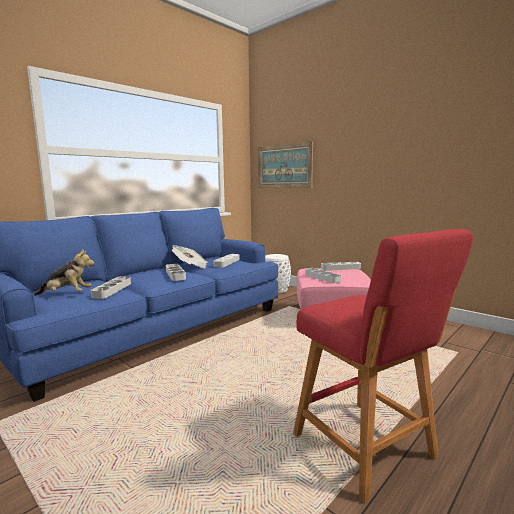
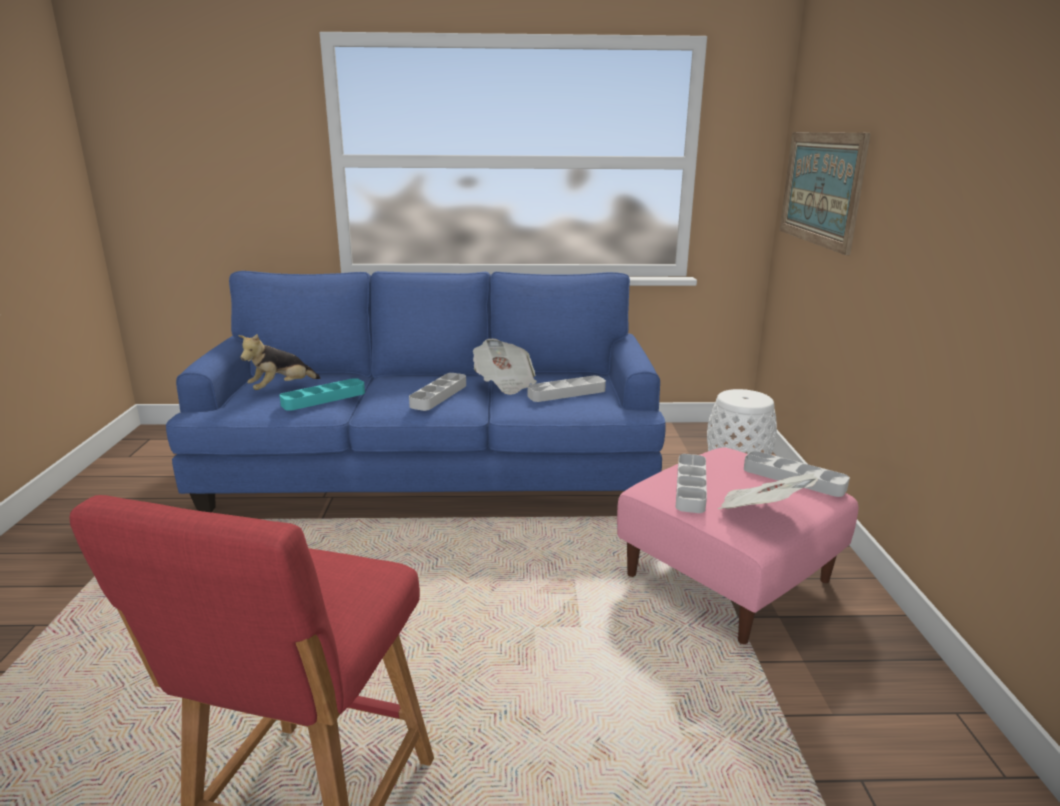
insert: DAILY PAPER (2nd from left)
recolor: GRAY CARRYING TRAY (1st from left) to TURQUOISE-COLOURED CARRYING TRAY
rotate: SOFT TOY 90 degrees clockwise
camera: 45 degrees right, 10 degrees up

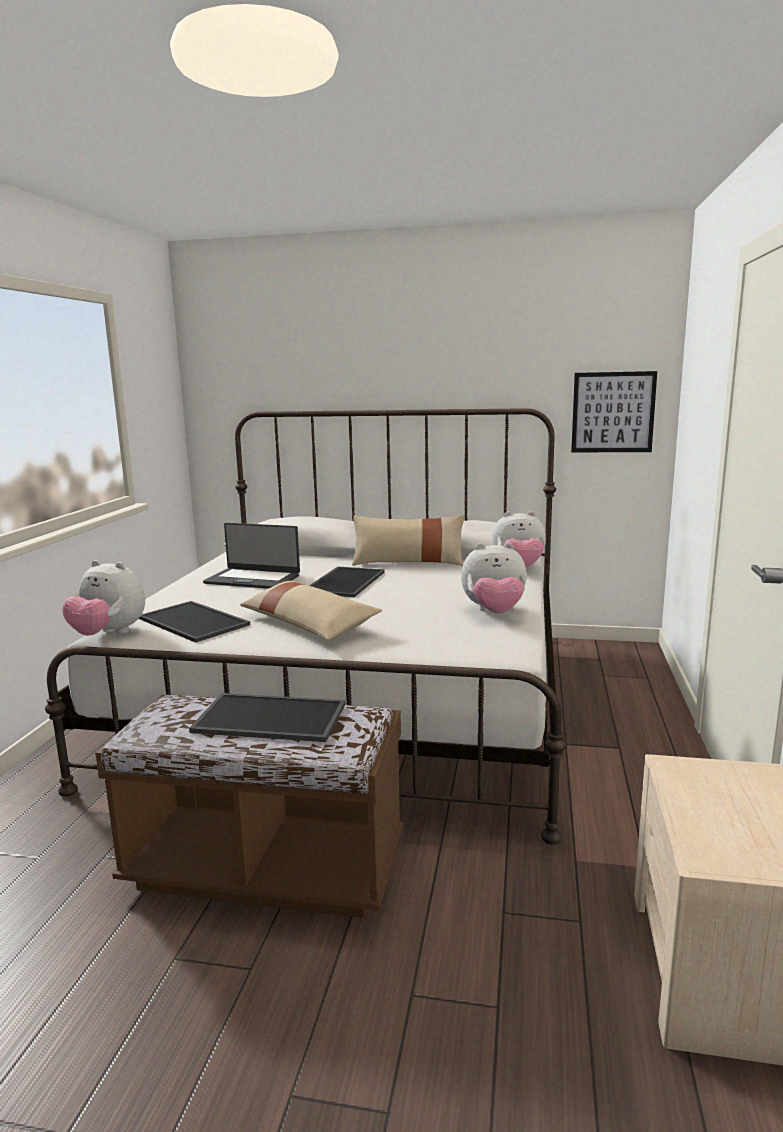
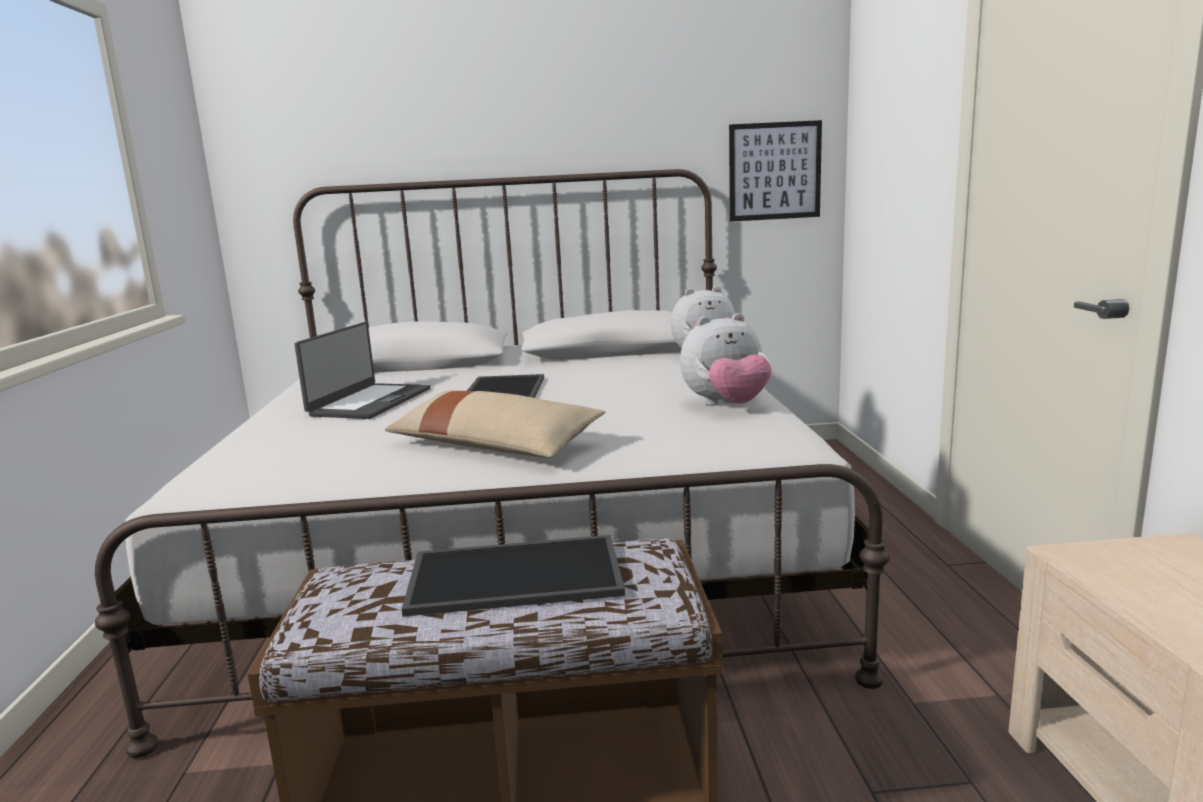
delete: BEIGE PILLOW (2nd from left); SOFT TOY (1st from left); CARRYING TRAY (1st from left)
rotate: NOTEBOOK COMPUTER 75 degrees counterclockwise
camera: 15 degrees left, 0 degrees up

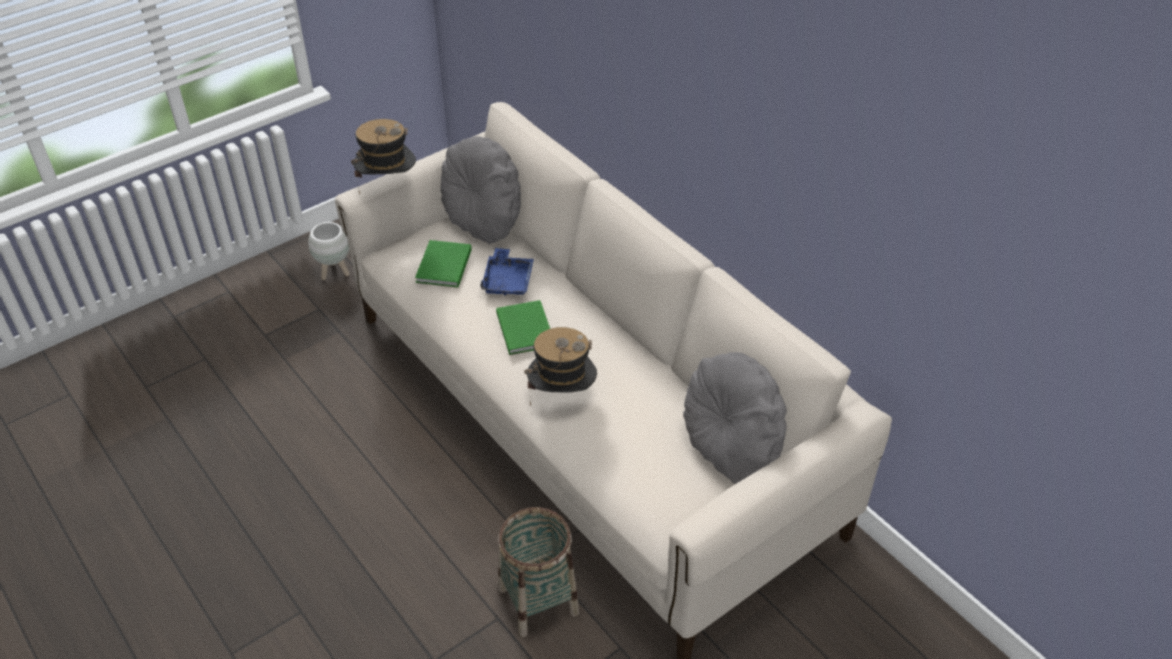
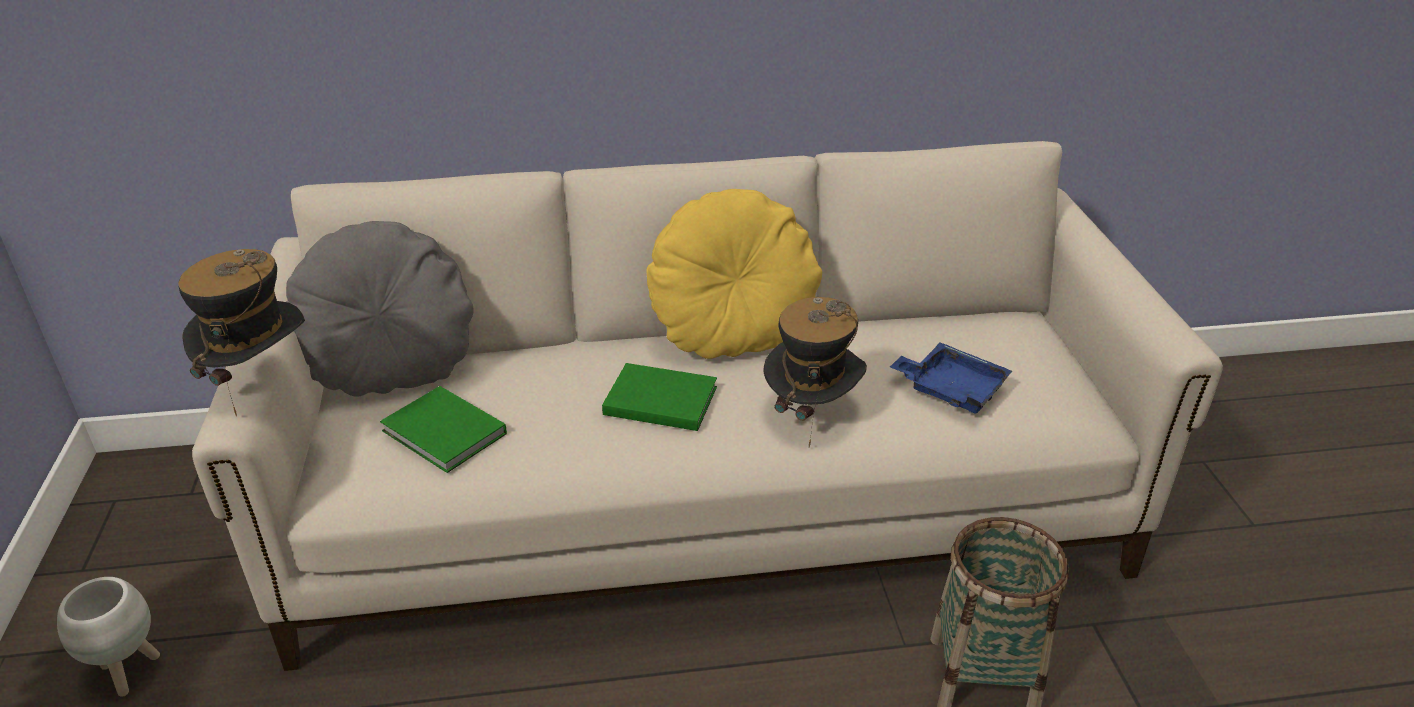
delete: GRAY PILLOW (2nd from left)
insert: YELLOWISH PILLOW
move: BLUE CARRYING TRAY
camera: 60 degrees left, 10 degrees down

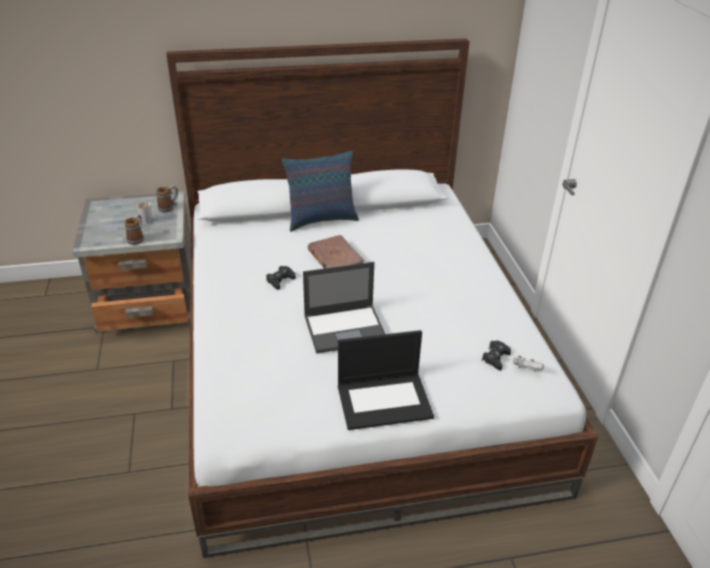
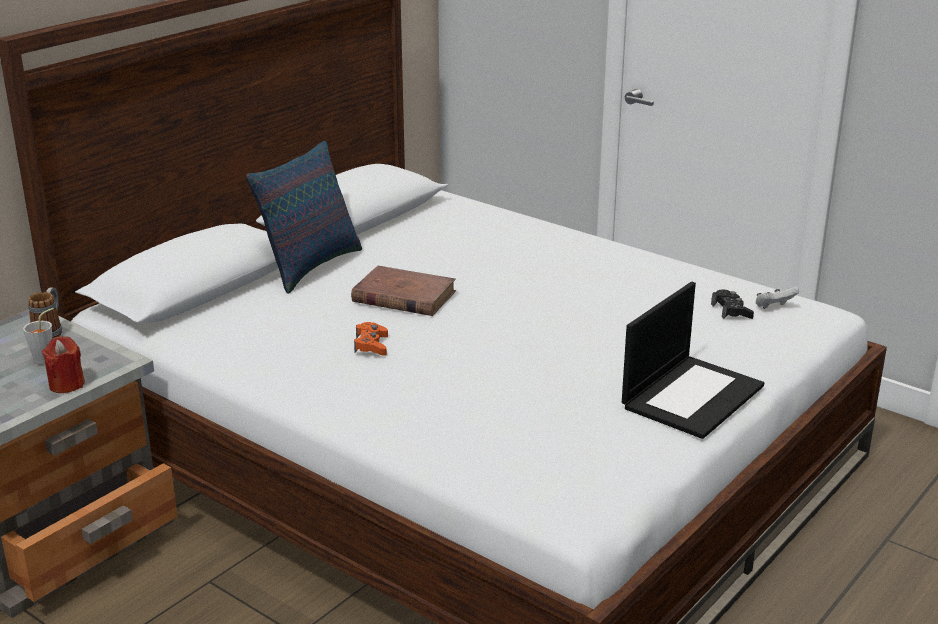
delete: NOTEBOOK COMPUTER (1st from left)
replace: MUG (1st from left) to REDDISH WAX LIGHT
recolor: BLACK GAMEPAD (1st from left) to ORANGEY GAMEPAD
camera: 40 degrees left, 10 degrees down

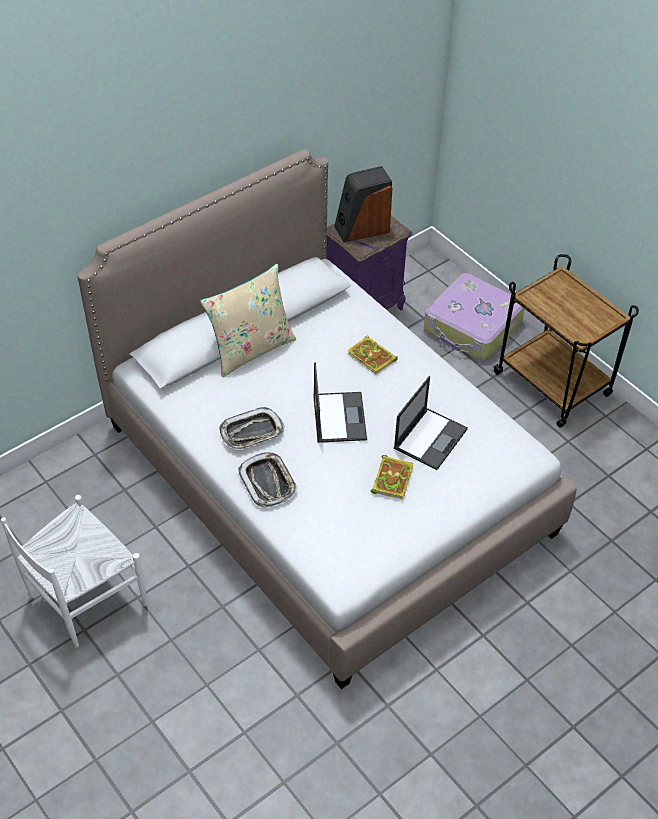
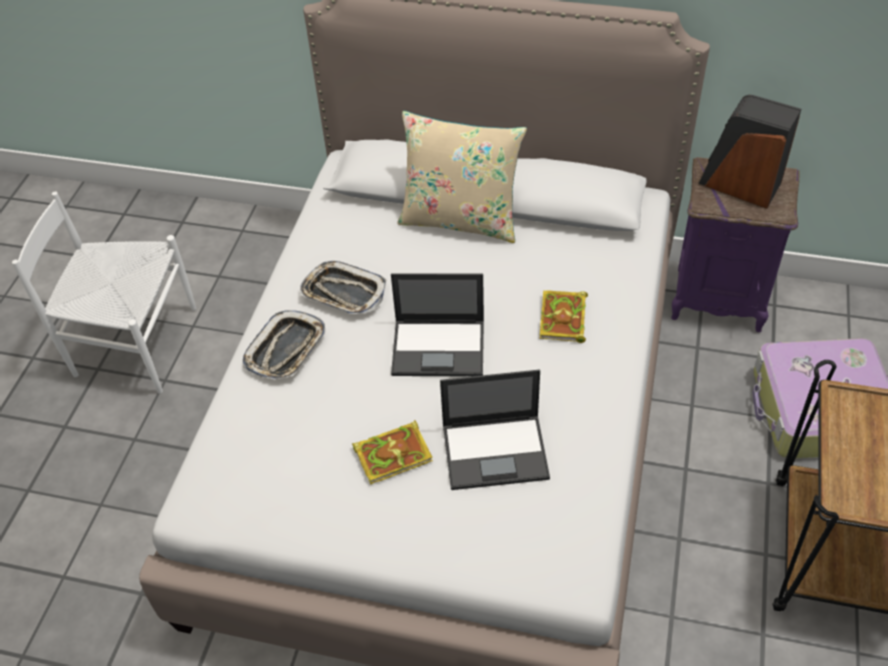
rotate: NOTEBOOK COMPUTER (1st from left) 45 degrees clockwise
camera: 55 degrees right, 0 degrees up

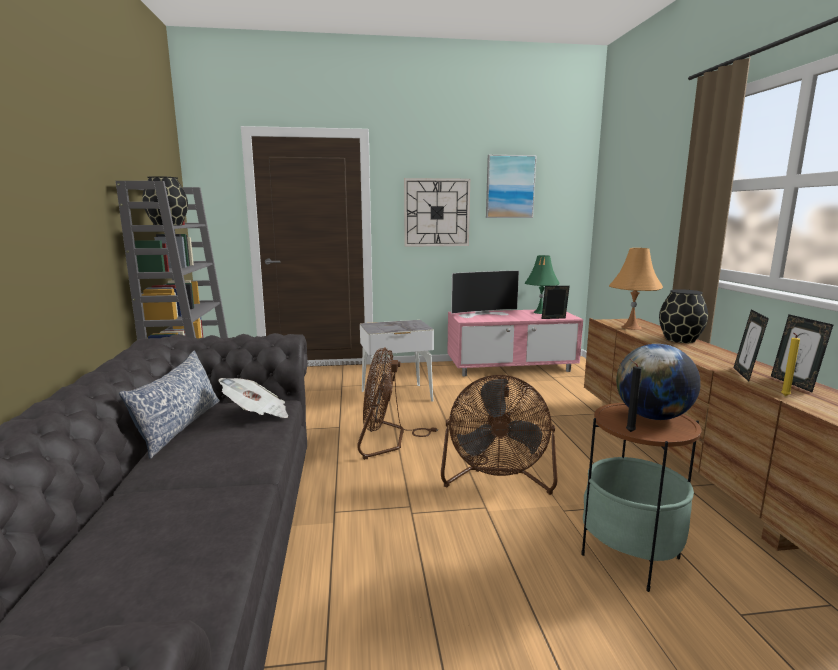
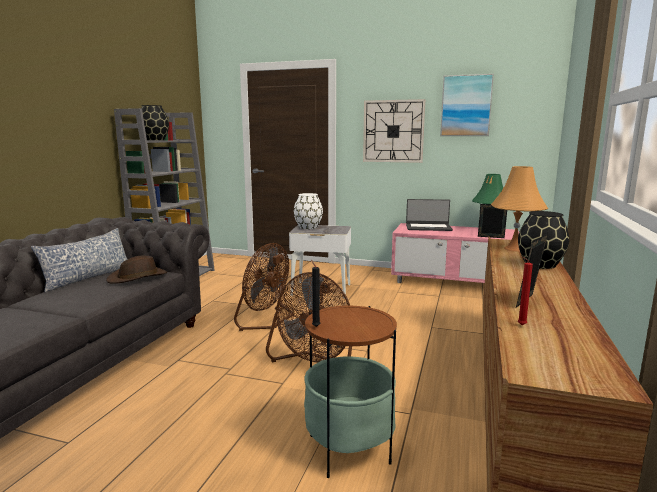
delete: PICTURE FRAME (3rd from left); WORLD GLOBE
insert: WHITISH FLOWER VASE
replace: TV SET to NOTEBOOK COMPUTER; DAILY PAPER to BROWN-COLOURED HAT
recolor: YELLOWISH WAX LIGHT to REDDISH WAX LIGHT
camera: 25 degrees right, 0 degrees up

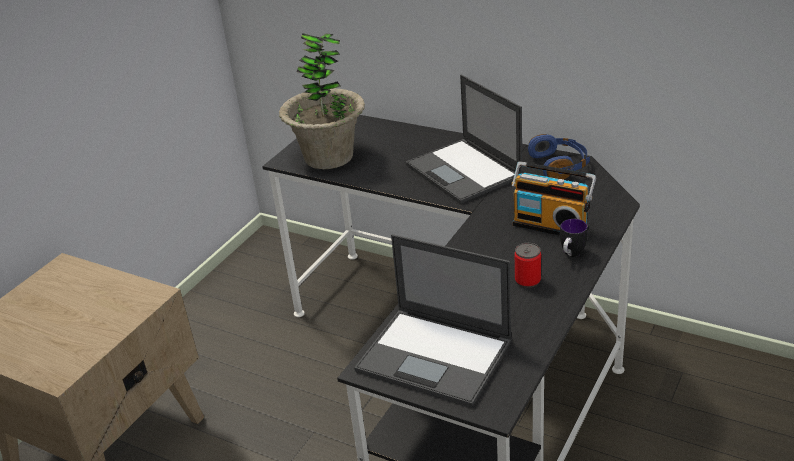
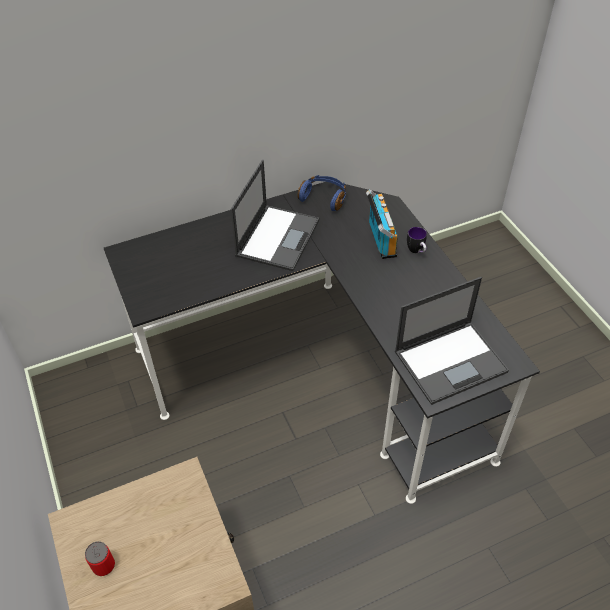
delete: HOUSEPLANT
move: CAN
rotate: NOTEBOOK COMPUTER (2nd from left in the first image) 75 degrees counterclockwise; RADIO SET 75 degrees counterclockwise
camera: 55 degrees left, 15 degrees up

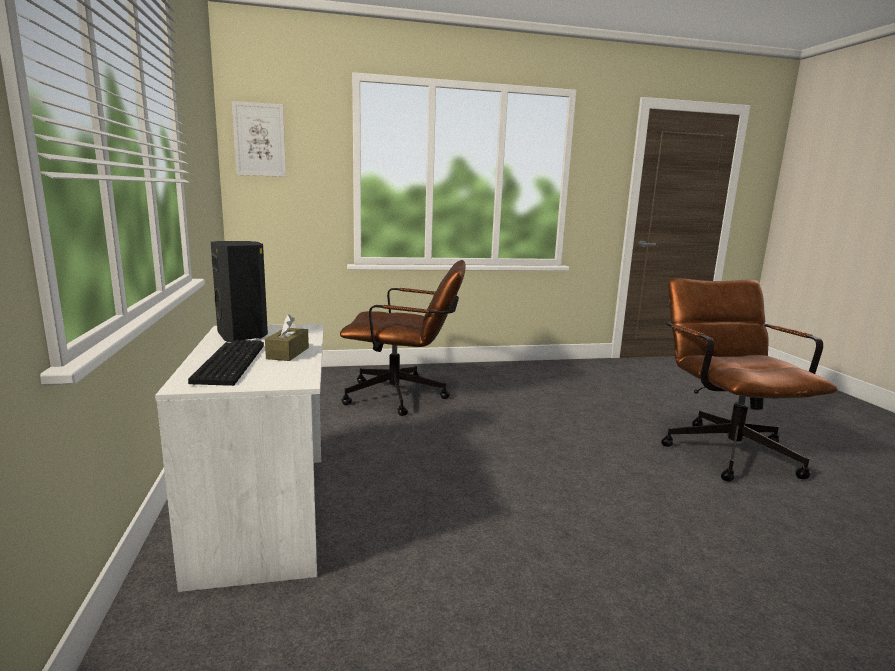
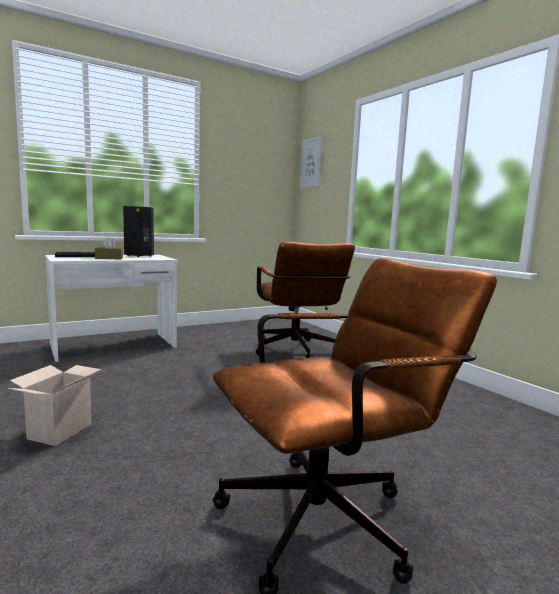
insert: PACKING BOX
camera: 70 degrees right, 5 degrees down

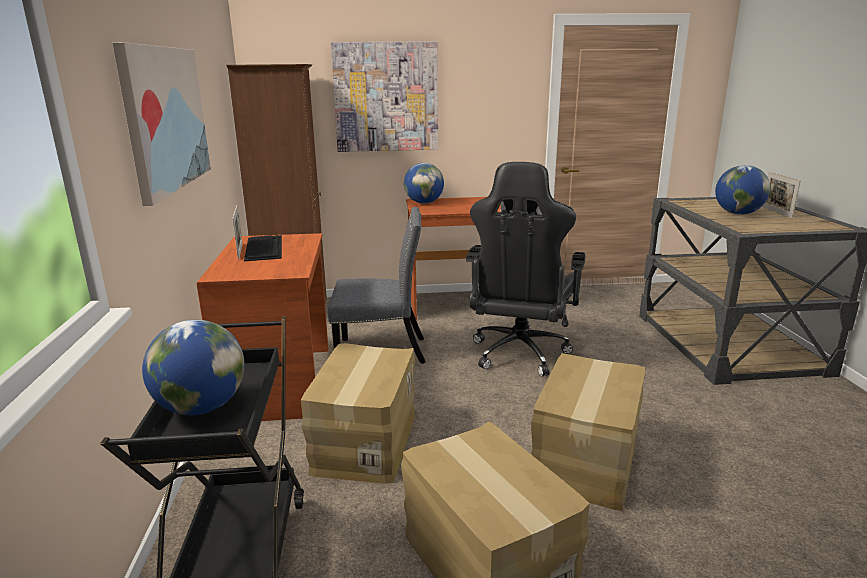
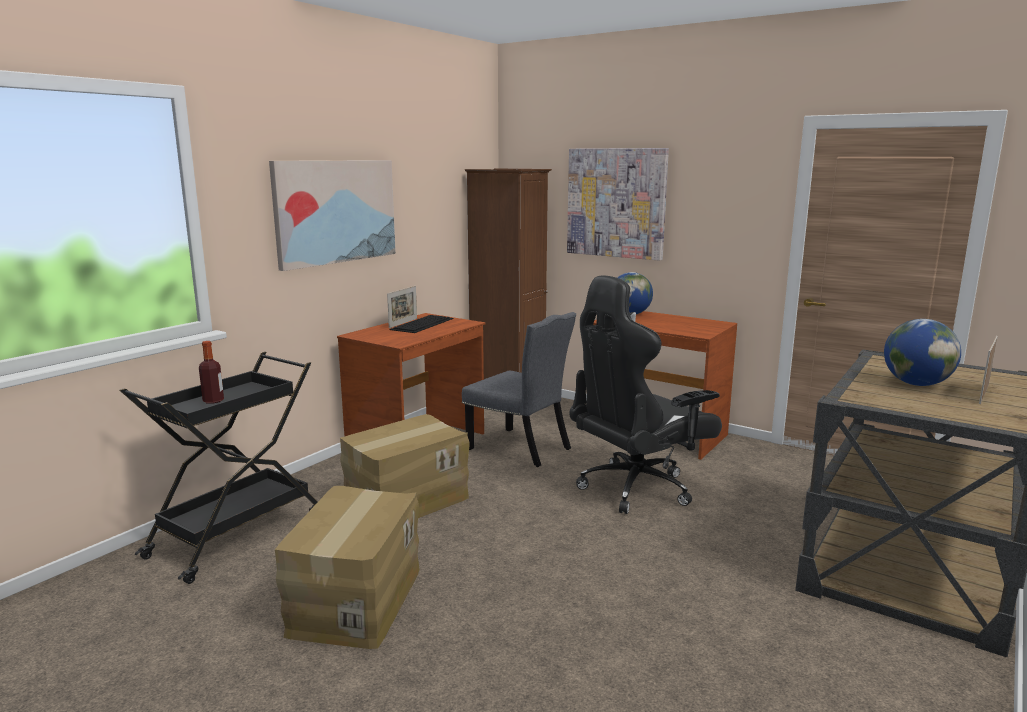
delete: PACKING BOX (3rd from left)
replace: WORLD GLOBE (1st from left) to DRINK BOTTLE
camera: 40 degrees right, 5 degrees down

